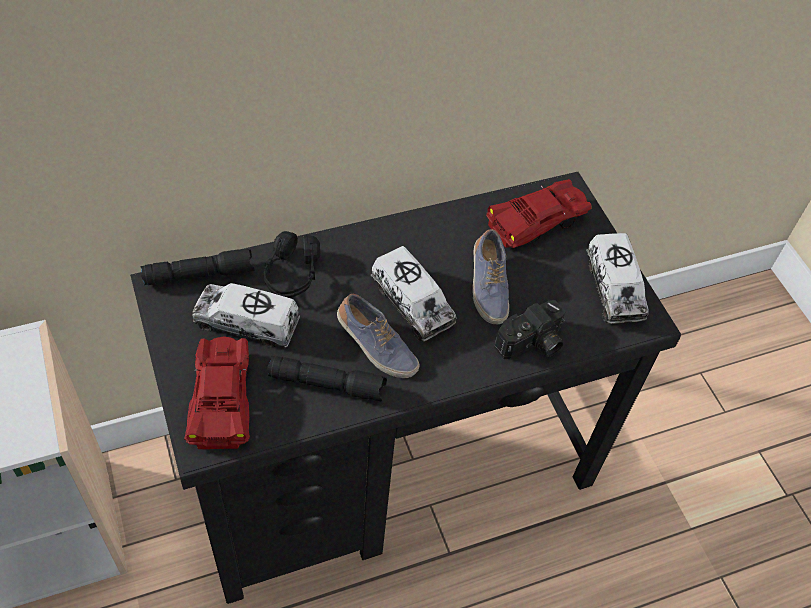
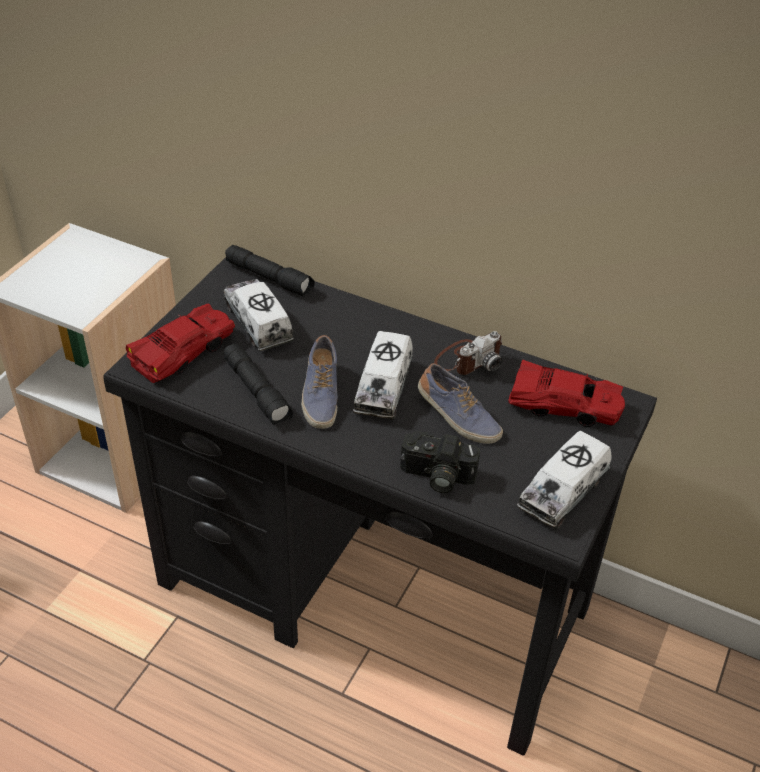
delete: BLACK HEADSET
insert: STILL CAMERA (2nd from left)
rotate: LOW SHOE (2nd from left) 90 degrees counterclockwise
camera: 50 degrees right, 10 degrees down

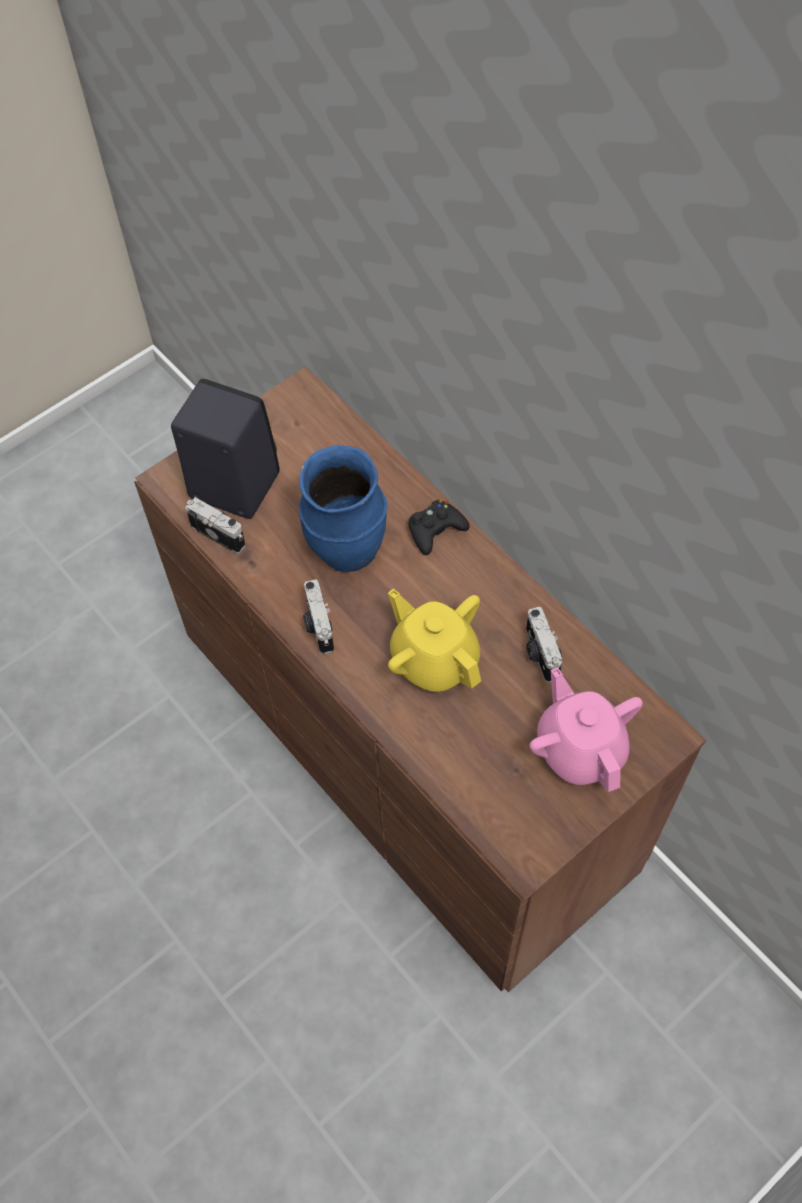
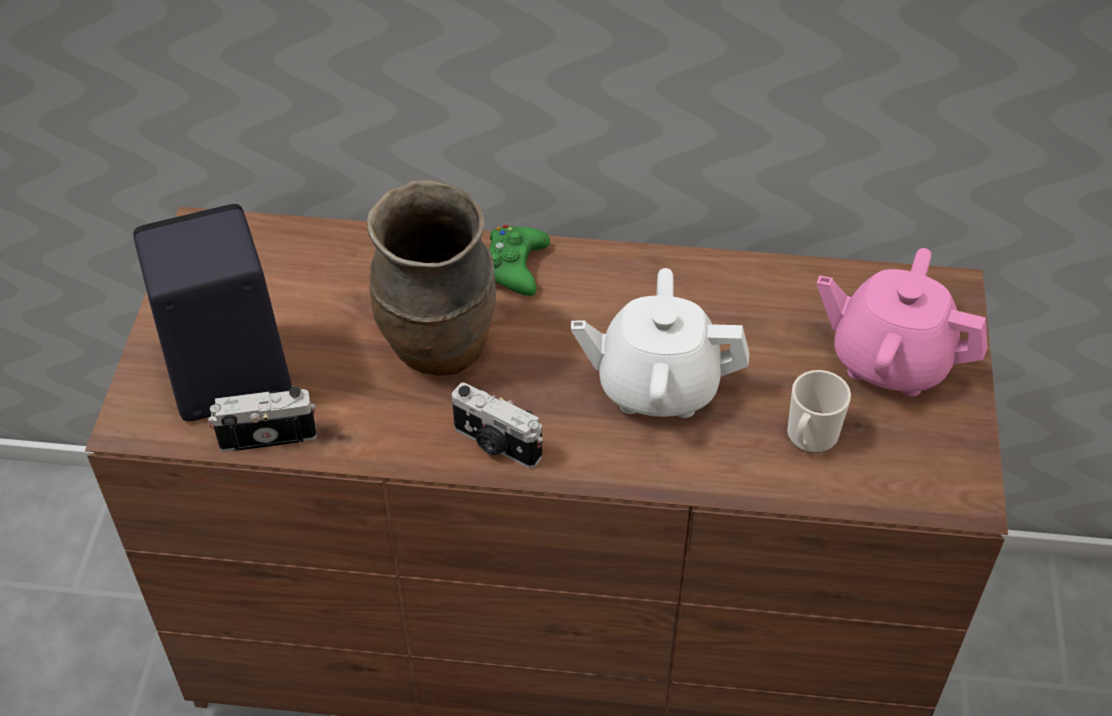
delete: STILL CAMERA (3rd from left)
insert: MUG
recolor: BLUE FLOWER VASE to BROWN-COLOURED FLOWER VASE; BLACK GAMEPAD to GREEN-COLOURED GAMEPAD; YELLOWISH TEAPOT to WHITISH TEAPOT
camera: 45 degrees left, 10 degrees down

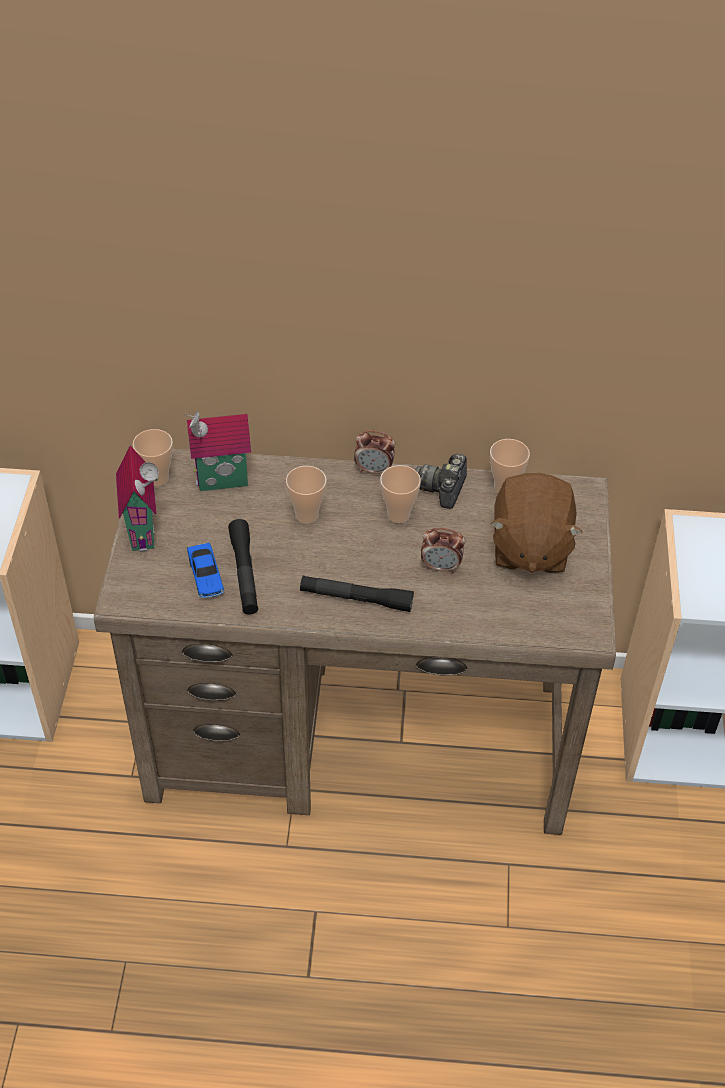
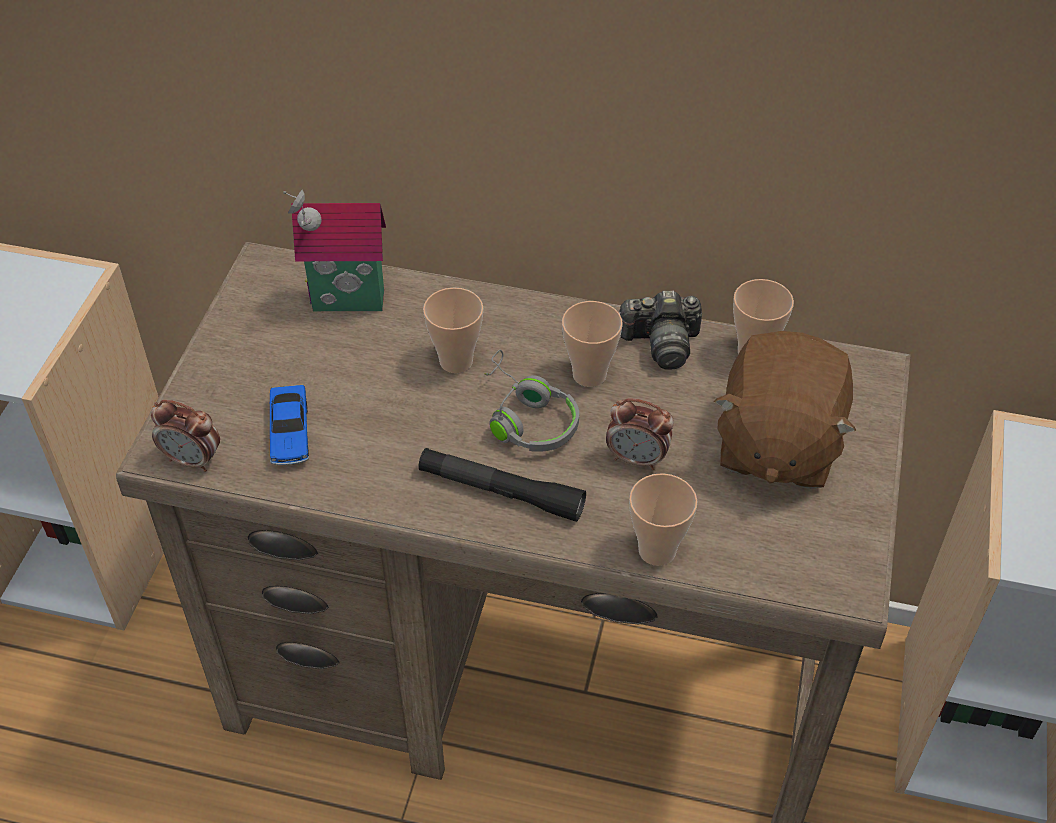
delete: MINIATURE HOUSE (1st from left); BLACK HAND TORCH (1st from left)
insert: GRAY HEADSET
move: DRINKING CUP (1st from left in the first image) to DRINKING CUP (3rd from left); ALARM CLOCK (1st from left)
rotate: STILL CAMERA 120 degrees counterclockwise
camera: 10 degrees right, 0 degrees up

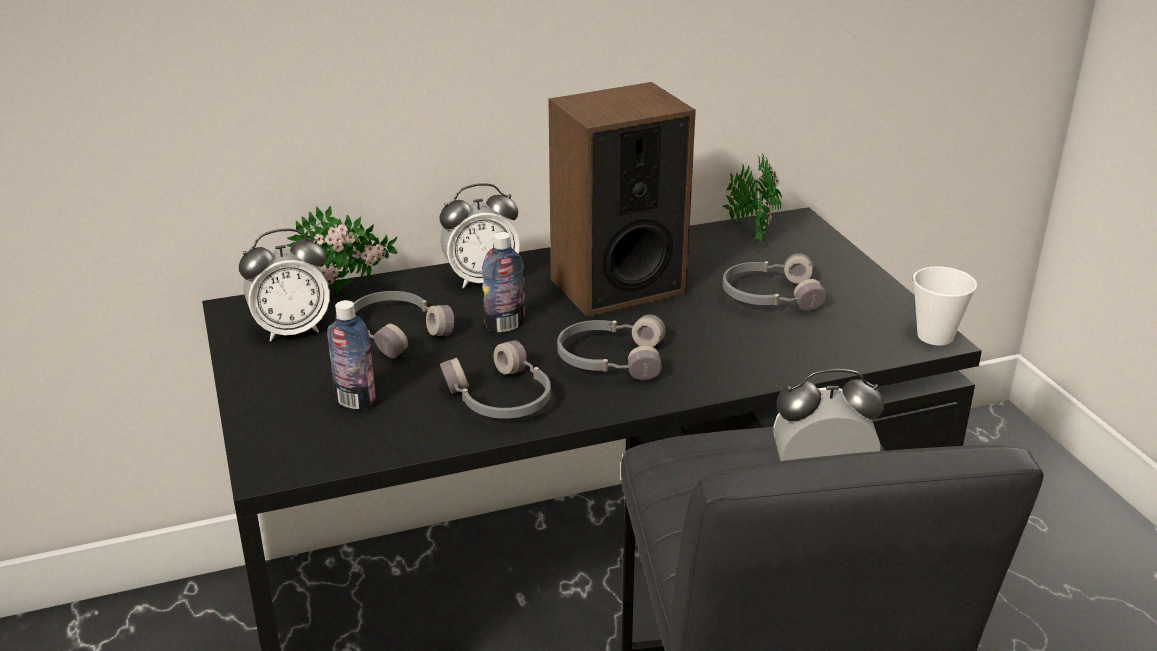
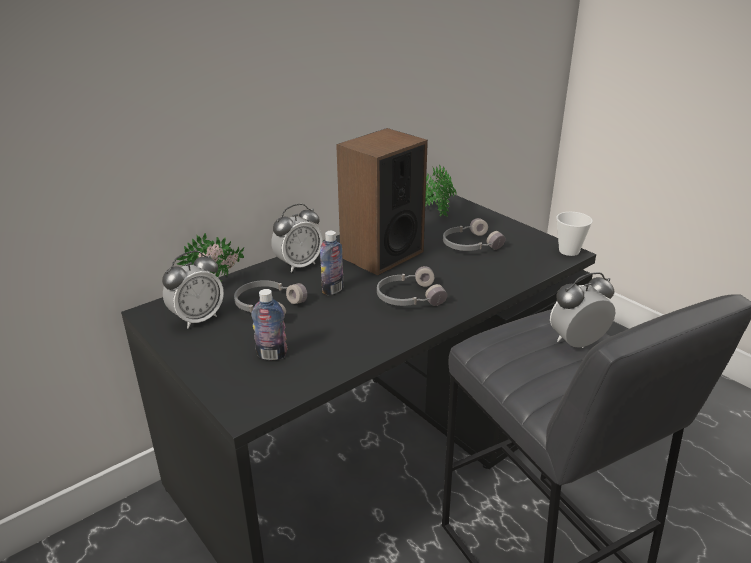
delete: GRAY HEADSET (2nd from left)
camera: 20 degrees left, 0 degrees up

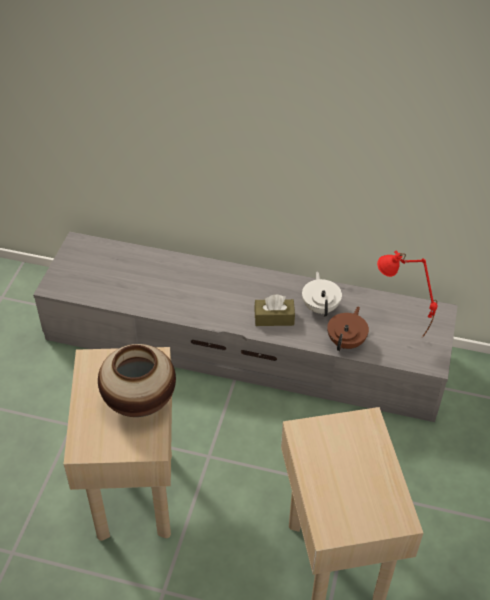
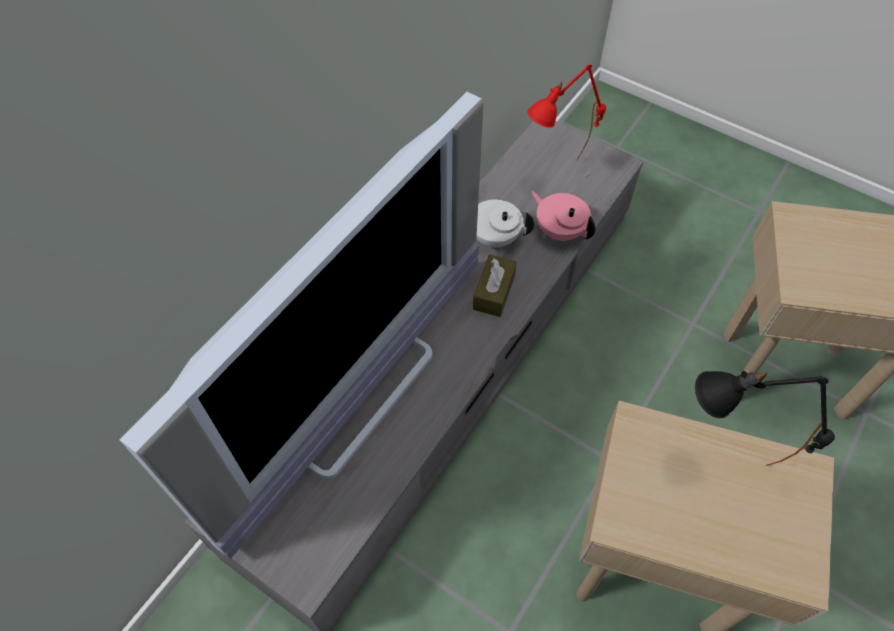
insert: TV SET
replace: FLOWER VASE to BLACK TABLE LAMP
recolor: BROWN-COLOURED TEAPOT to PINK TEAPOT
camera: 70 degrees left, 10 degrees up

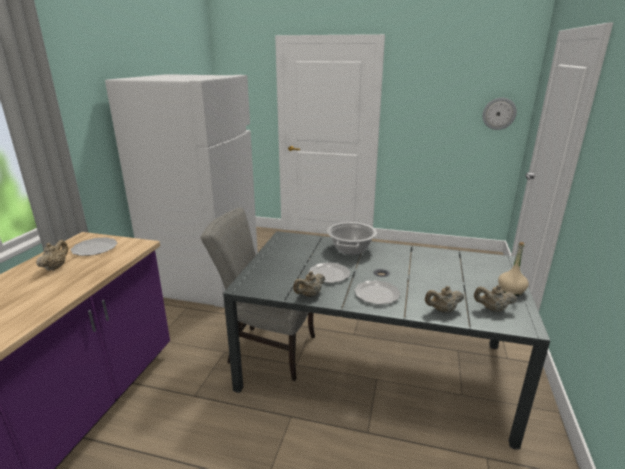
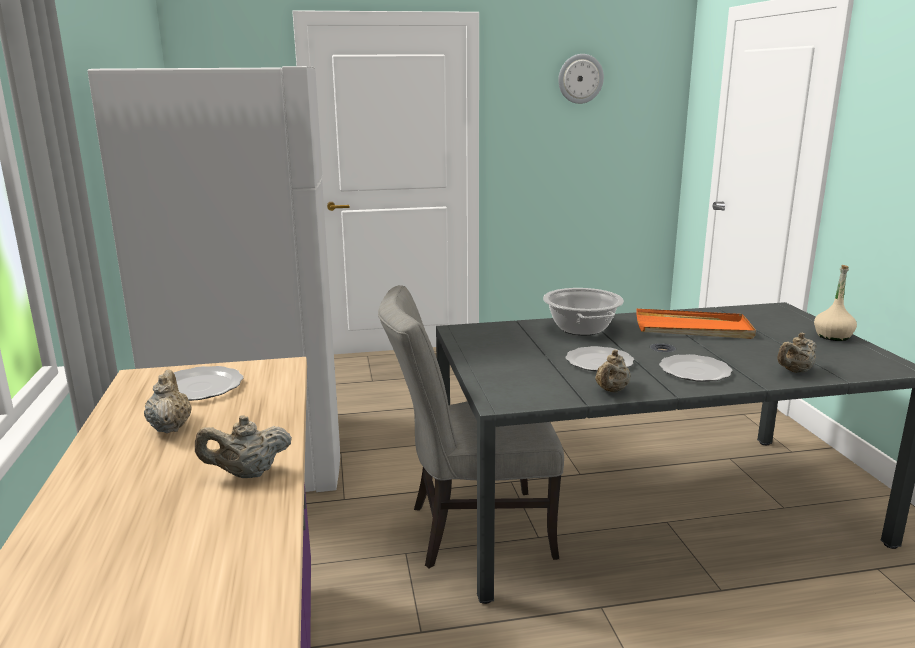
insert: ORANGEY CARRYING TRAY
move: WALL CLOCK; BEIGE TEAPOT (4th from left in the first image) to BEIGE TEAPOT (2nd from left)
camera: 25 degrees left, 5 degrees down

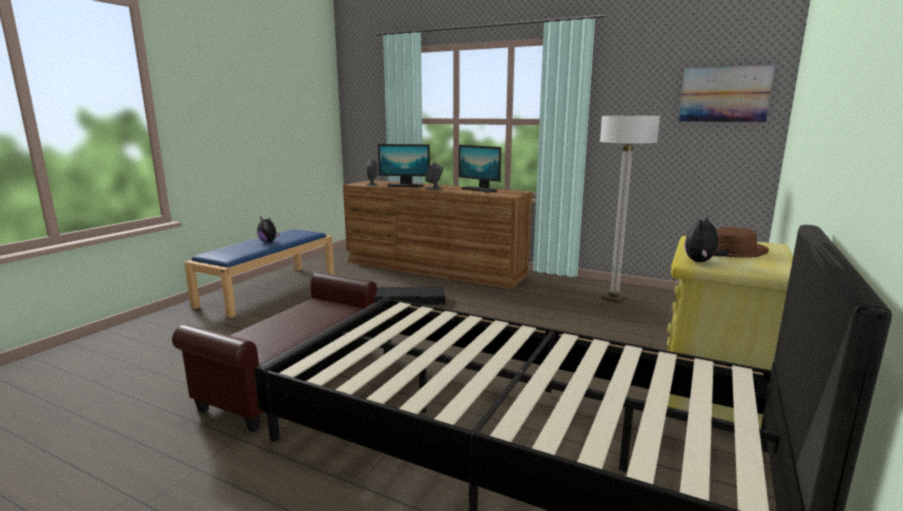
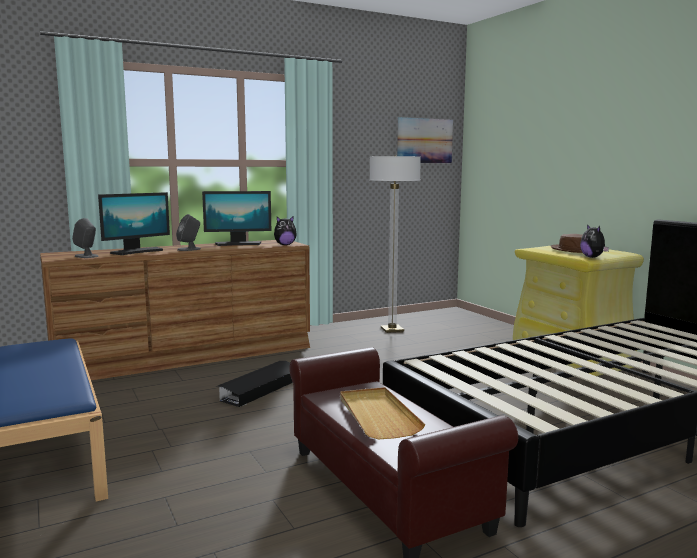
insert: BEIGE CARRYING TRAY
move: SOFT TOY (1st from left)
camera: 55 degrees left, 5 degrees down

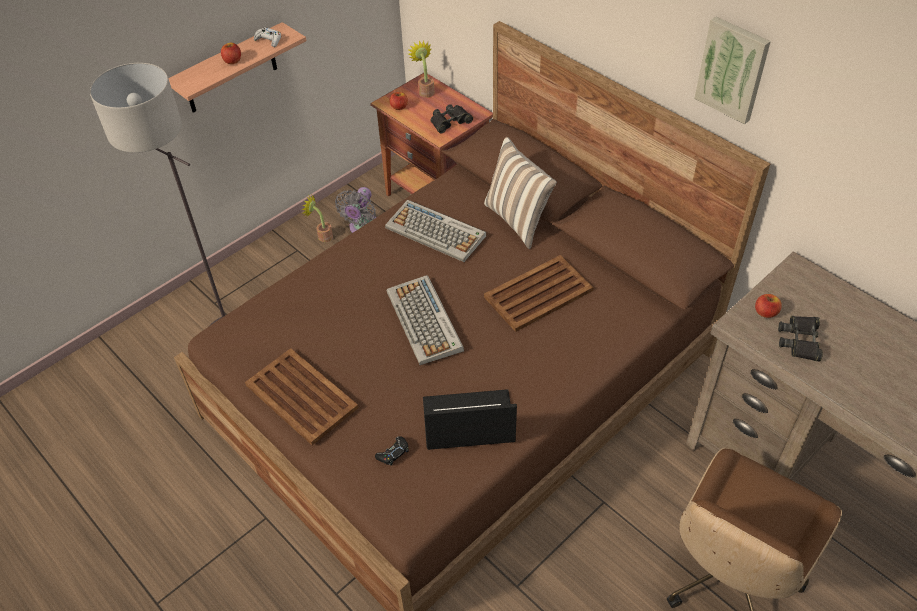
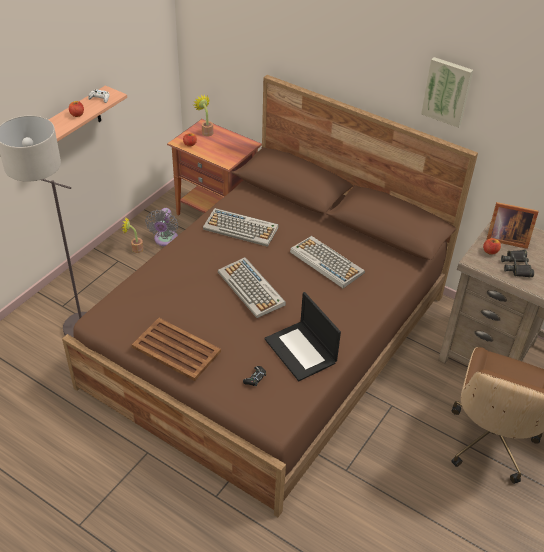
delete: BLACK PAIR OF BINOCULARS (1st from left); PILLOW
insert: PICTURE FRAME
replace: BROWN-COLOURED CARRYING TRAY (2nd from left) to COMPUTER KEYBOARD (3rd from left)
rotate: NOTEBOOK COMPUTER 105 degrees counterclockwise
camera: 15 degrees left, 5 degrees down

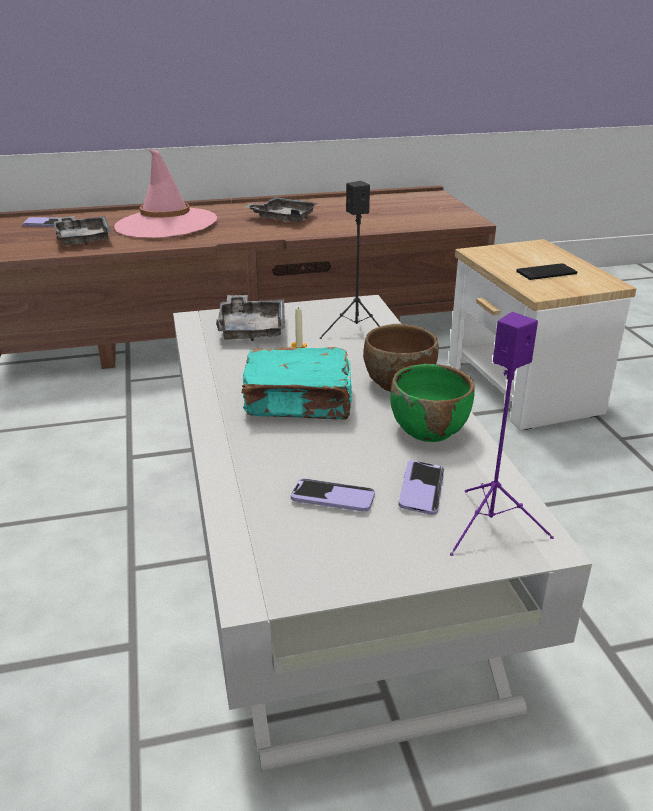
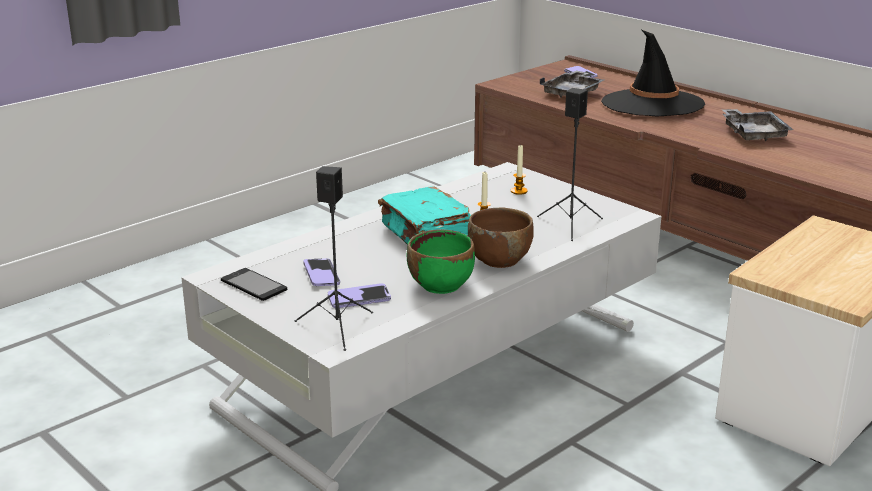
move: PHONE (4th from left in the first image) to PHONE (1st from left)
replace: GRAY CARRYING TRAY (2nd from left) to WAX LIGHT (2nd from left)
recolor: PINK HAT to BLACK HAT; PURPLISH LOUDSPEAKER to BLACK LOUDSPEAKER (1st from left)
camera: 60 degrees right, 5 degrees down

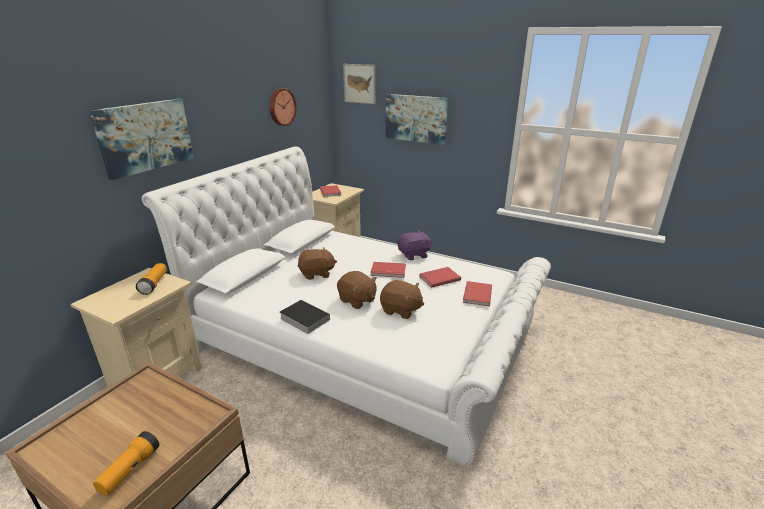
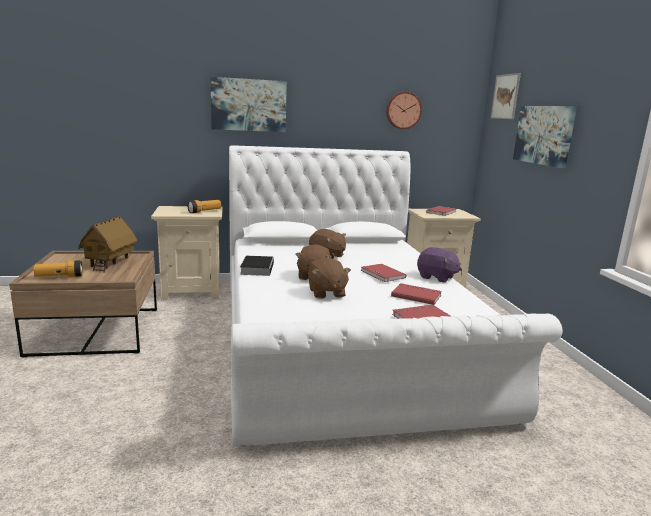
insert: MINIATURE HOUSE
camera: 50 degrees right, 10 degrees down

